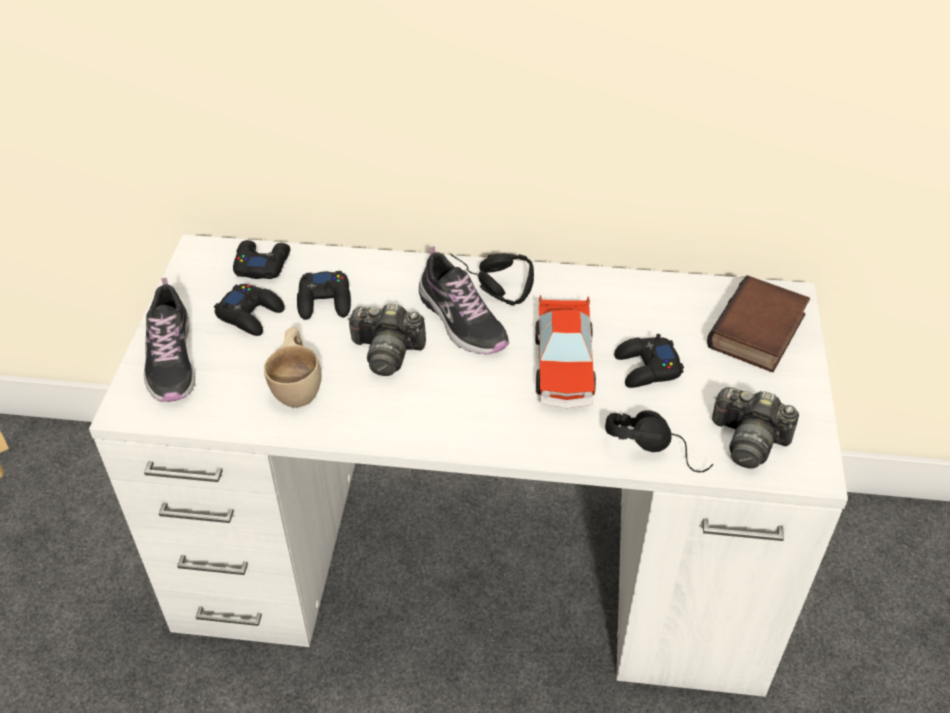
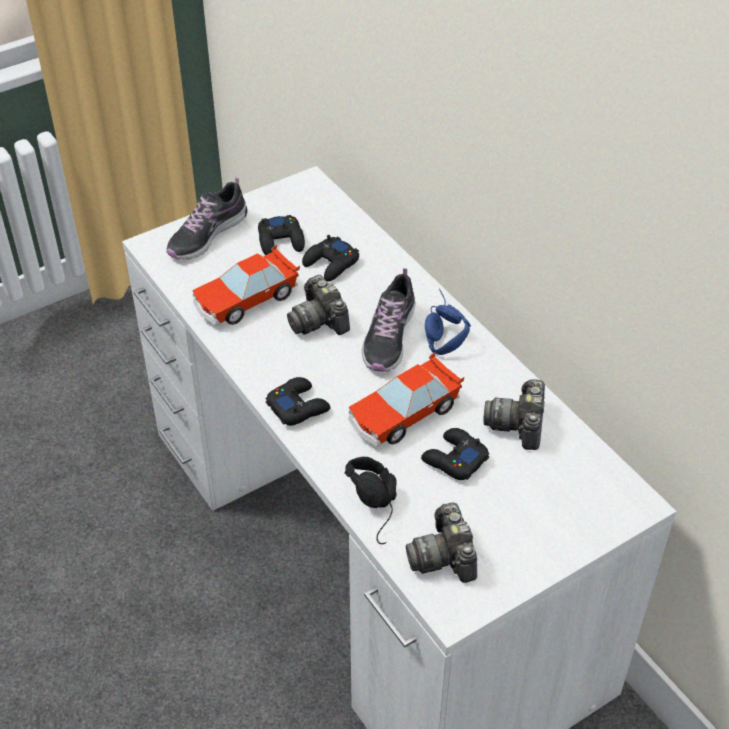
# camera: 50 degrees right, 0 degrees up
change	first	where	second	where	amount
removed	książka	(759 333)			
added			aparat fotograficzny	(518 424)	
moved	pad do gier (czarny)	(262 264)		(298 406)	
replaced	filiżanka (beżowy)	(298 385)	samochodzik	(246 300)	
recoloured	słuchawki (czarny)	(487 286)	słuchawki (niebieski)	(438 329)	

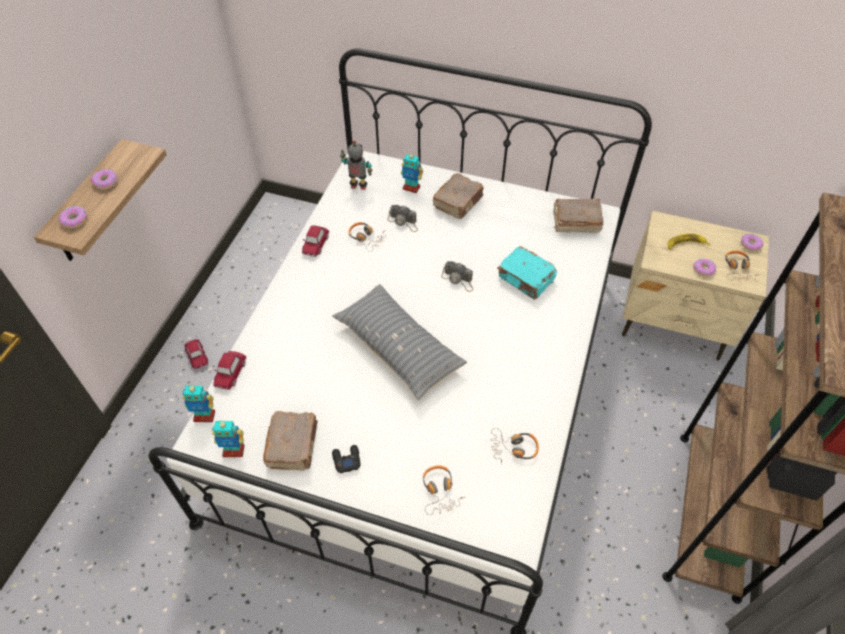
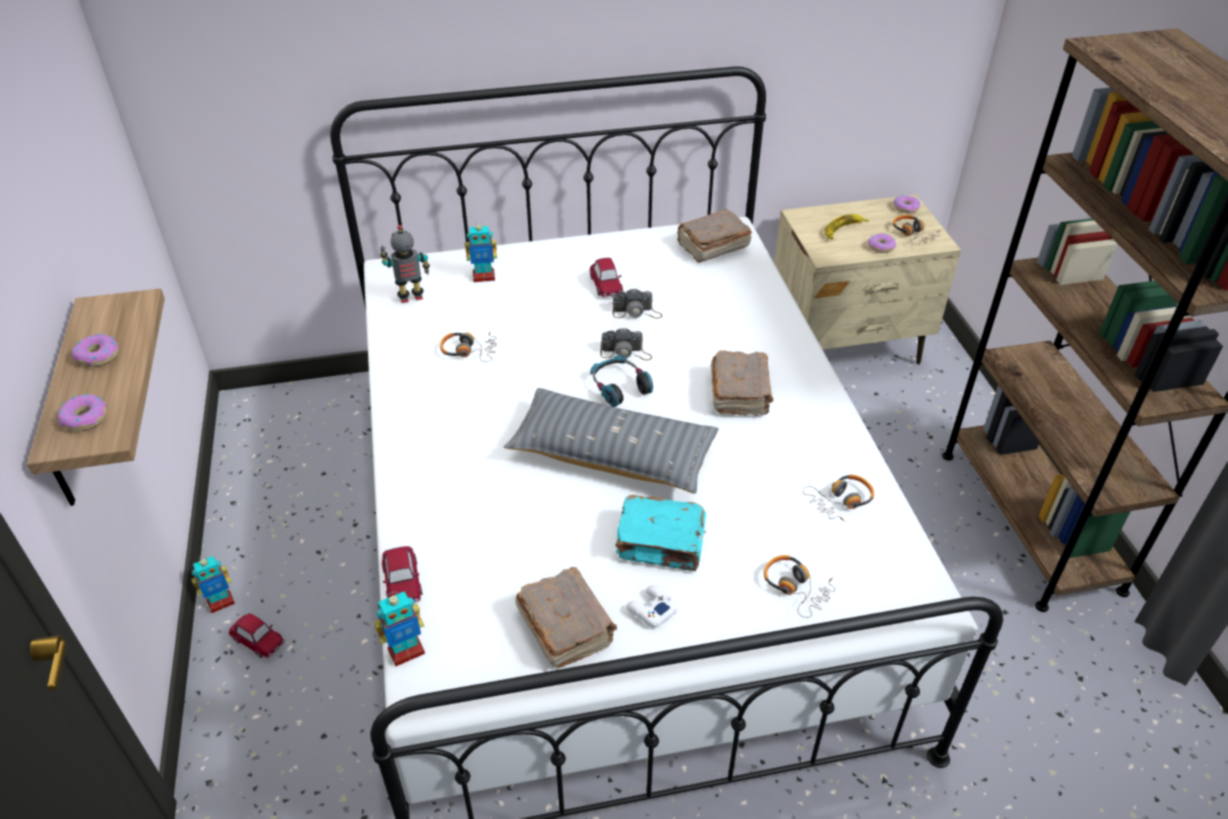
# camera: 30 degrees left, 10 degrees down
change	first	where	second	where	amount
added			słuchawki	(619 386)	
moved	robot zabawkowy	(234 450)		(221 602)	
moved	samochodzik	(315 244)		(606 285)	
moved	aparat fotograficzny	(403 222)		(637 312)	
moved	książka (brązowy)	(458 202)		(740 393)	
moved	książka (turkusowy)	(526 279)		(661 544)	
recoloured	pad do gier (czarny)	(346 460)	pad do gier (biały)	(651 610)	

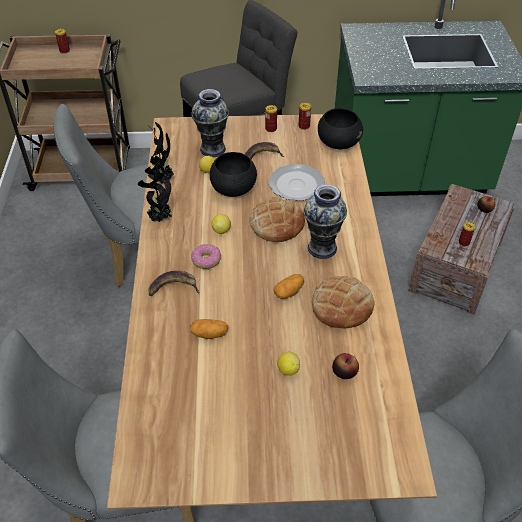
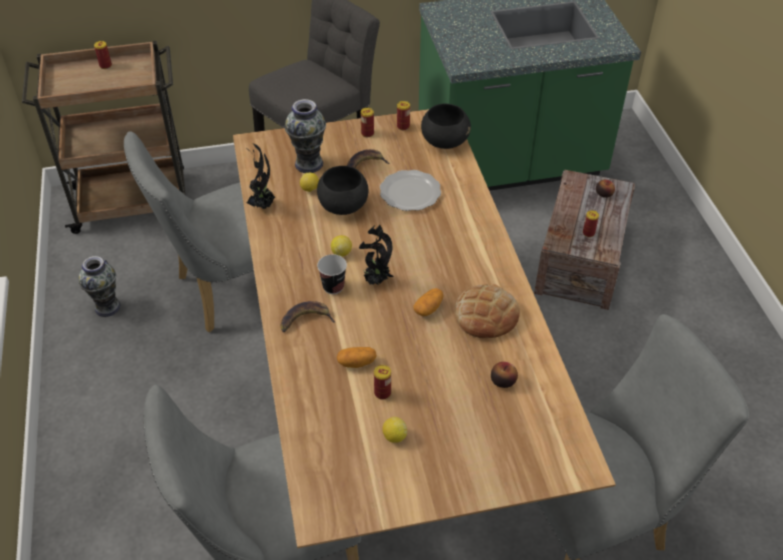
# camera: 10 degrees left, 0 degrees up
change	first	where	second	where	amount
removed	chleb	(276 224)			
added			puszka	(382 393)	
moved	roślina doniczkowa	(159 219)		(376 281)	
moved	cytryna	(288 370)		(394 436)	
moved	wazon	(322 248)		(108 307)	
replaced	donut	(206 260)	filiżanka	(333 287)	

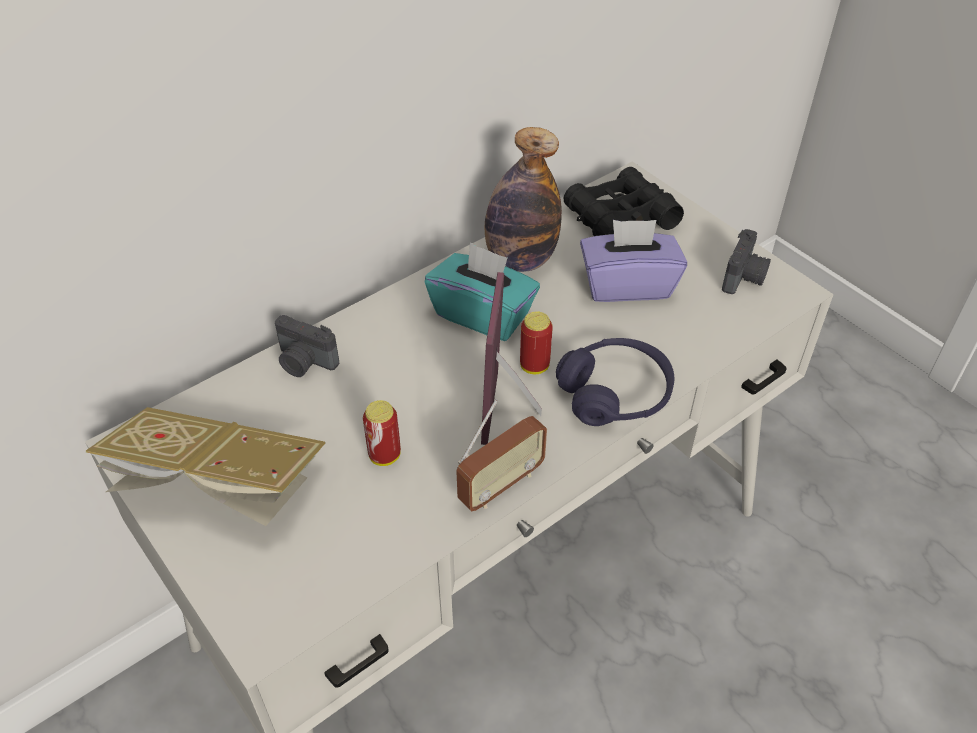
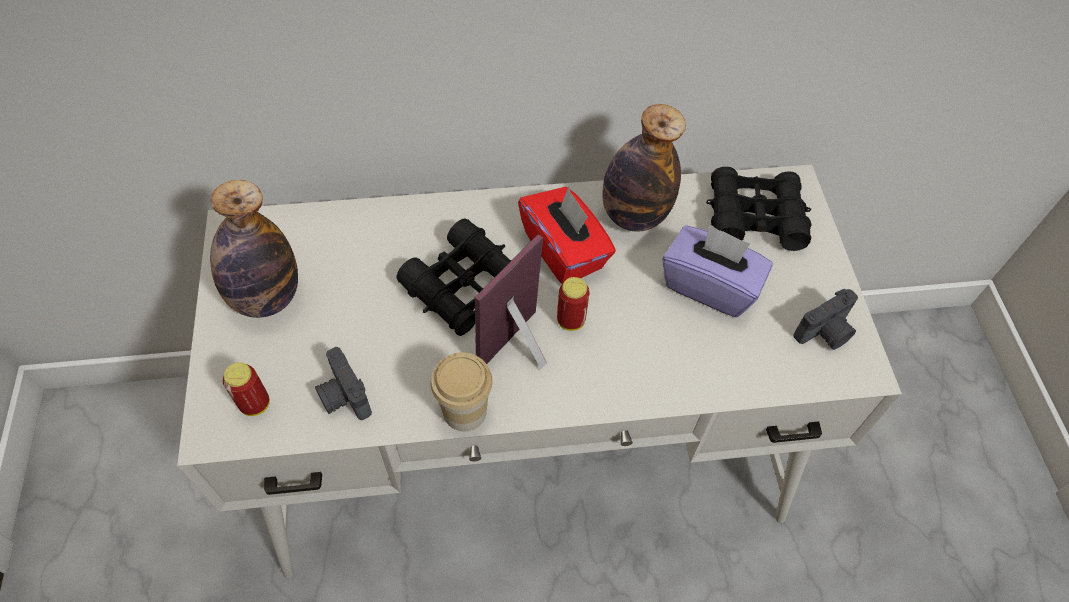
# camera: 30 degrees right, 10 degrees up
change	first	where	second	where	amount
removed	słuchawki (fioletowy)	(615 394)			
added			lornetka (czarny)	(464 285)	
moved	aparat fotograficzny	(304 362)		(343 397)	
moved	puszka	(384 455)		(255 404)	
replaced	książka	(219 488)	butelka	(266 297)	
replaced	radio	(501 485)	filiżanka	(464 411)	
recoloured	pudełko chusteczek (turkusowy)	(483 314)	pudełko chusteczek (czerwony)	(564 251)	

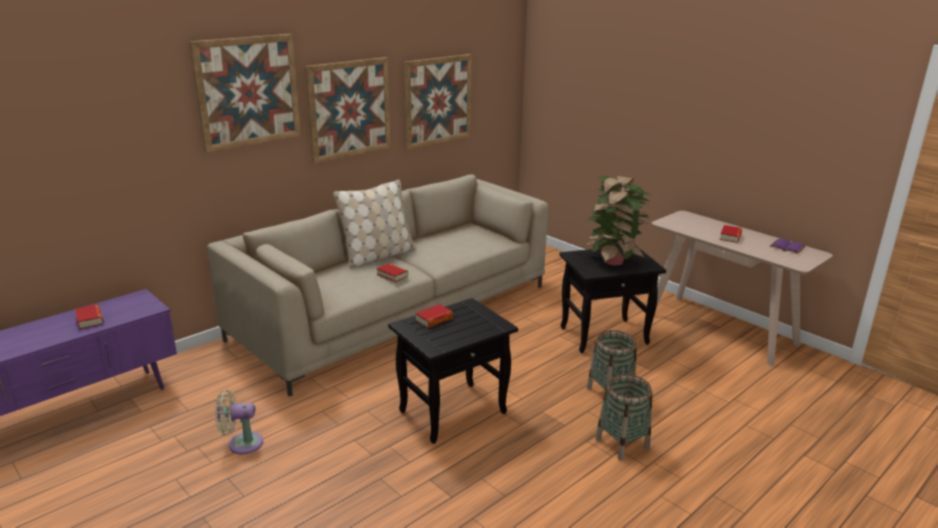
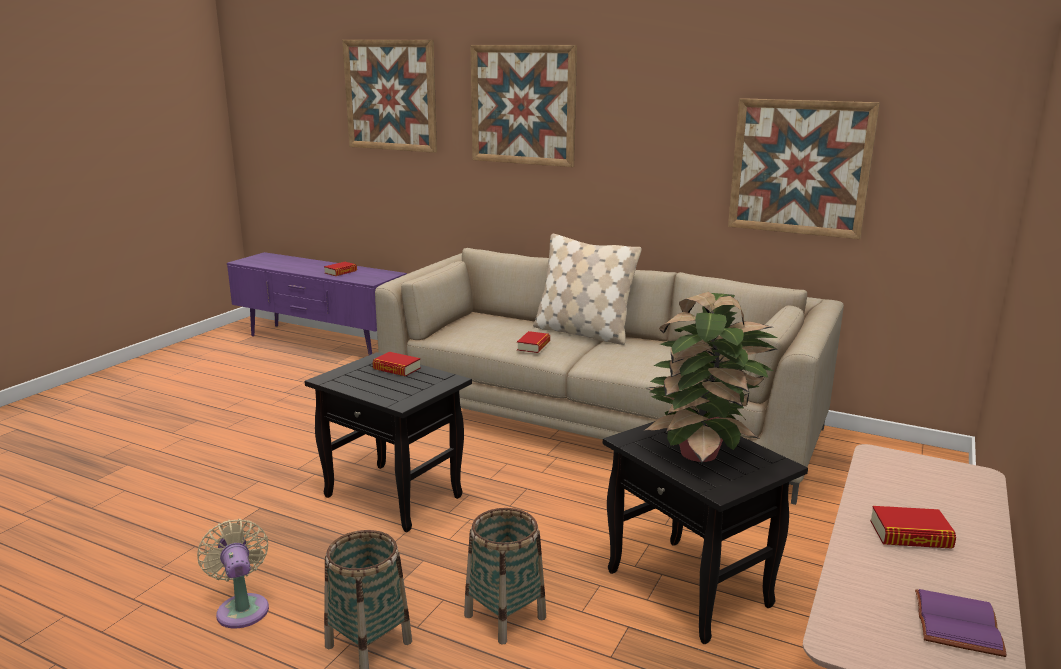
# camera: 70 degrees right, 5 degrees down
change	first	where	second	where	amount
moved	wentylator (beżowy)	(241 444)		(242 608)	
moved	obraz	(349 109)		(390 95)	

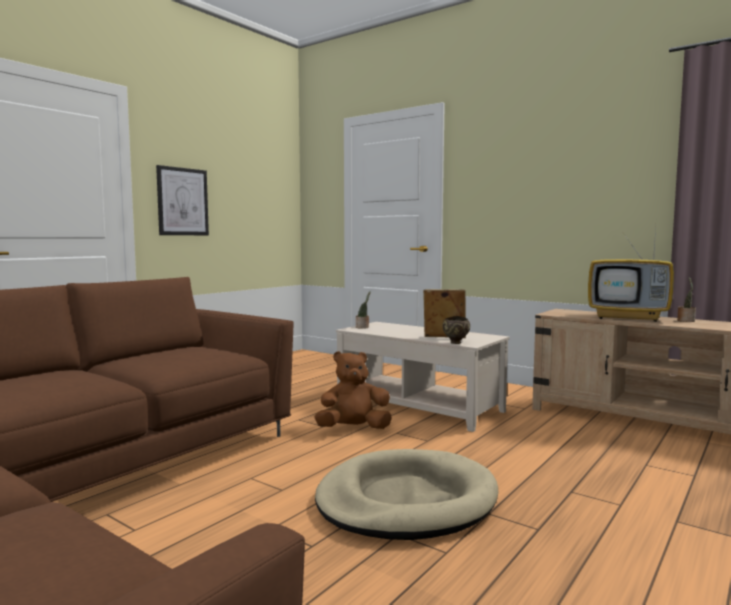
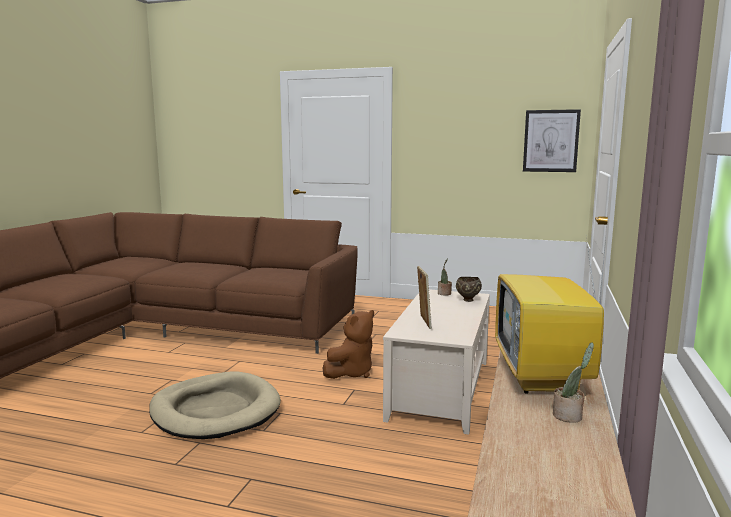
# camera: 70 degrees right, 5 degrees up
change	first	where	second	where	amount
moved	obraz	(182 201)		(551 141)	
moved	miska (brązowy)	(456 343)		(467 300)	
turned	pluszak (brązowy)	(353 429)		(351 373)	75 degrees clockwise

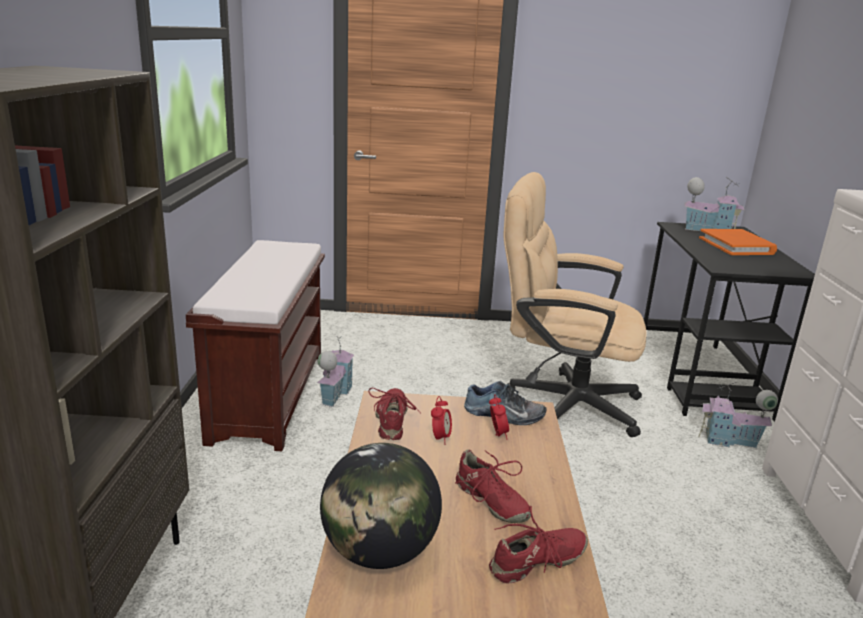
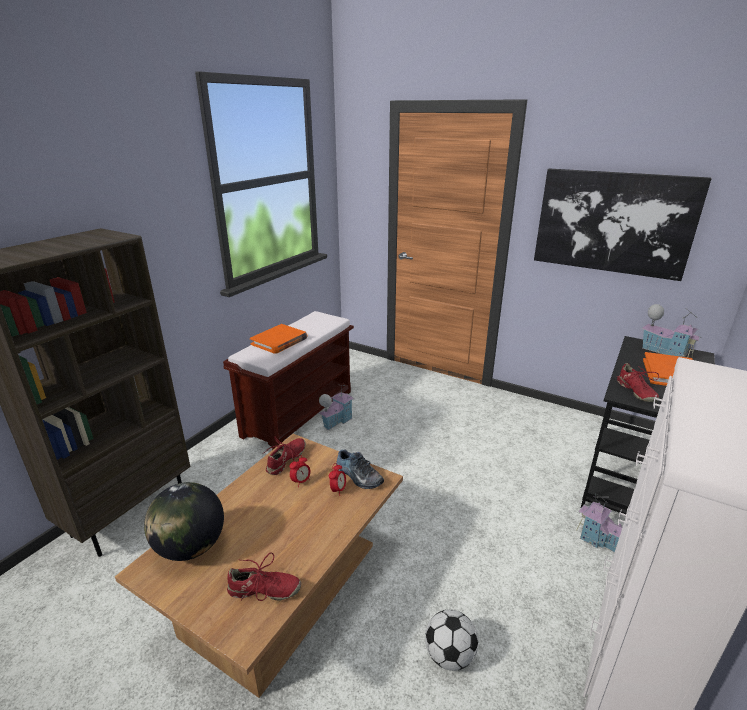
# camera: 30 degrees right, 5 degrees up
change	first	where	second	where	amount
removed	krzesło biurowe (beżowy)	(560 402)			
added			książka (pomarańczowy)	(279 341)	
added			piłka futbolowa	(449 655)	
added			obraz	(613 222)	
moved	but (czerwony)	(490 501)		(635 392)	

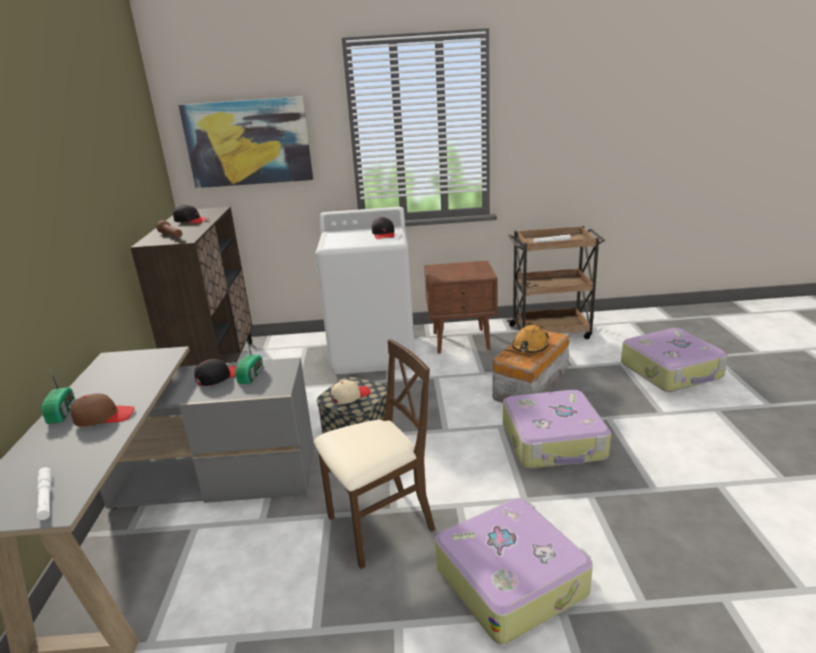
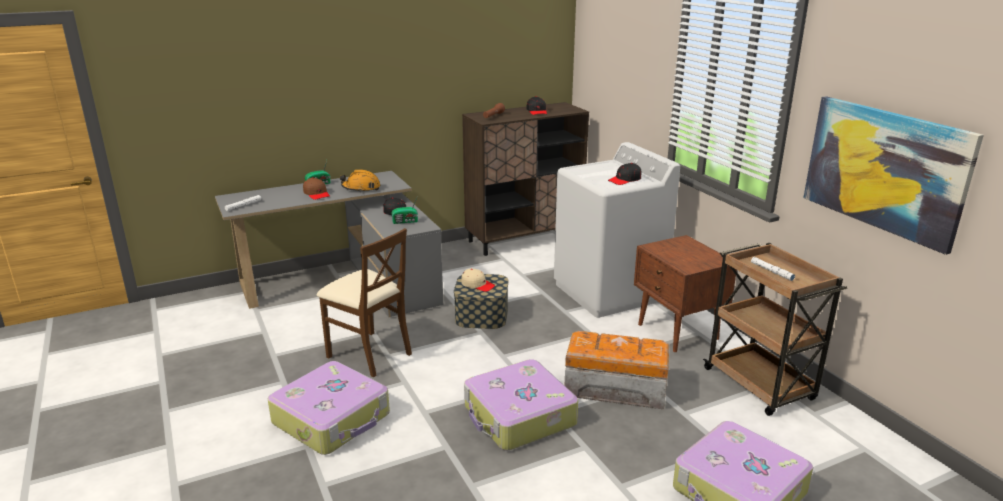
# camera: 65 degrees right, 0 degrees up
change	first	where	second	where	amount
moved	obraz	(248 142)		(884 169)	
moved	kask (pomarańczowy)	(530 347)		(361 188)	

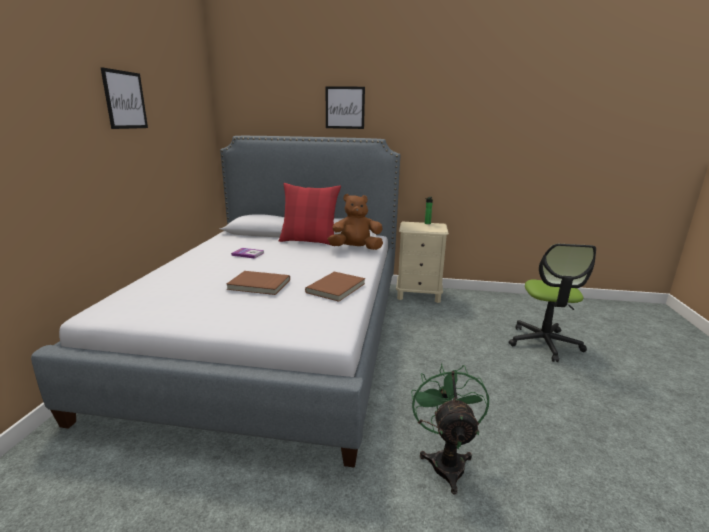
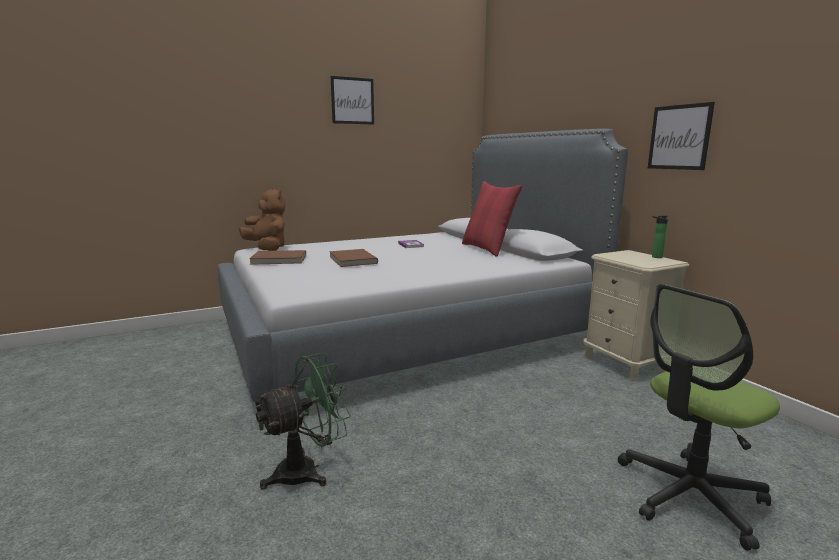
# camera: 55 degrees right, 5 degrees down
change	first	where	second	where	amount
moved	książka (brązowy)	(337 288)		(279 260)	
moved	obraz	(345 107)		(679 137)	
moved	pluszak (brązowy)	(355 249)		(267 248)	

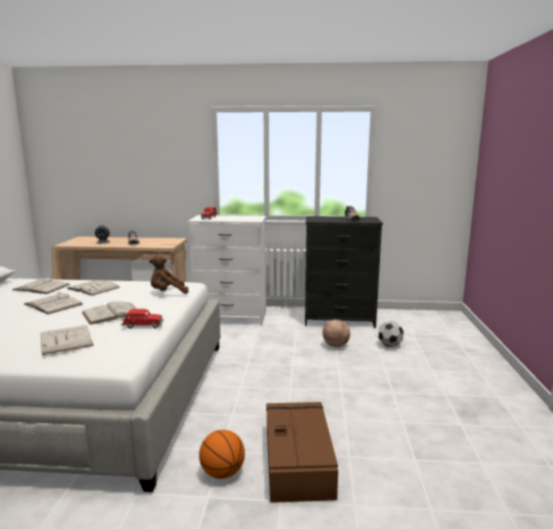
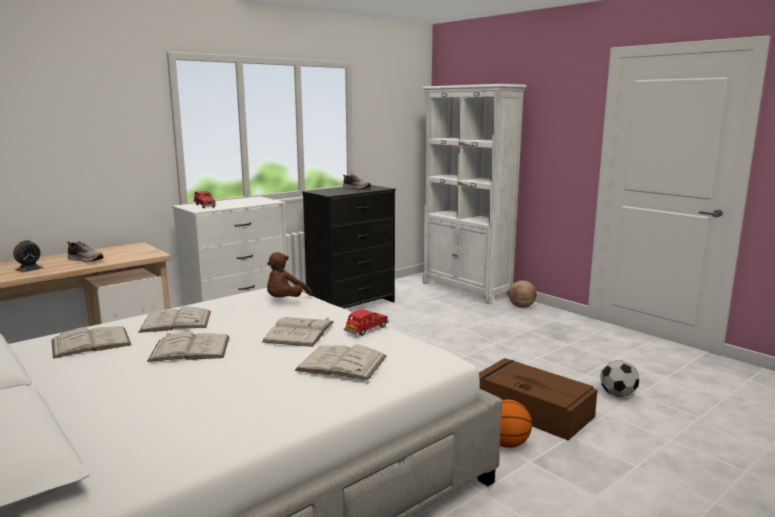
# camera: 45 degrees left, 0 degrees up
change	first	where	second	where	amount
added			regał (biały)	(466 290)	
moved	piłka do koszykówki	(335 346)		(521 307)	
moved	piłka futbolowa	(389 345)		(617 395)	

